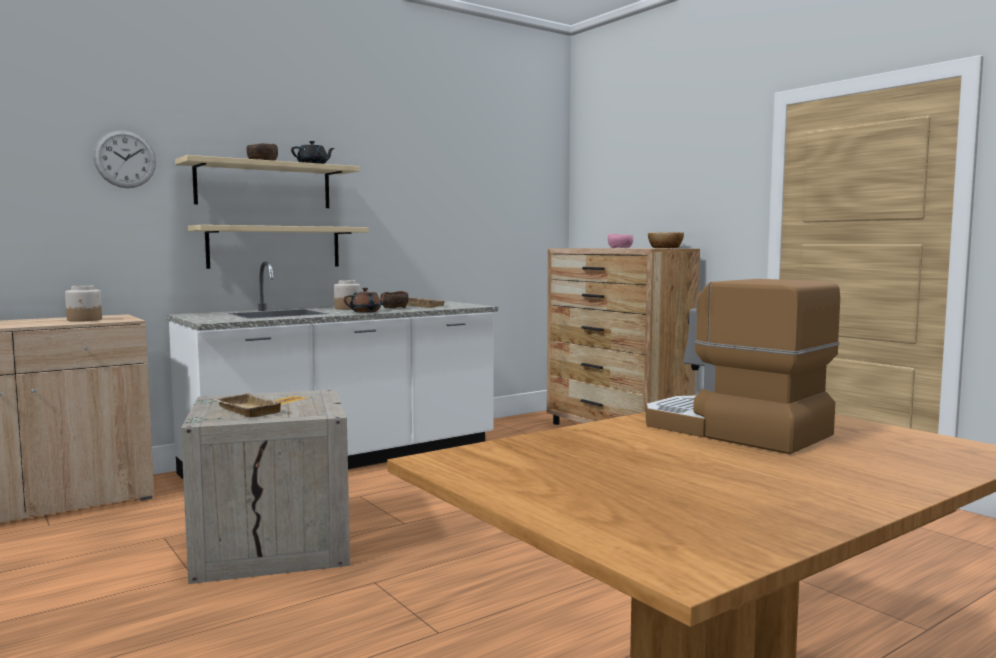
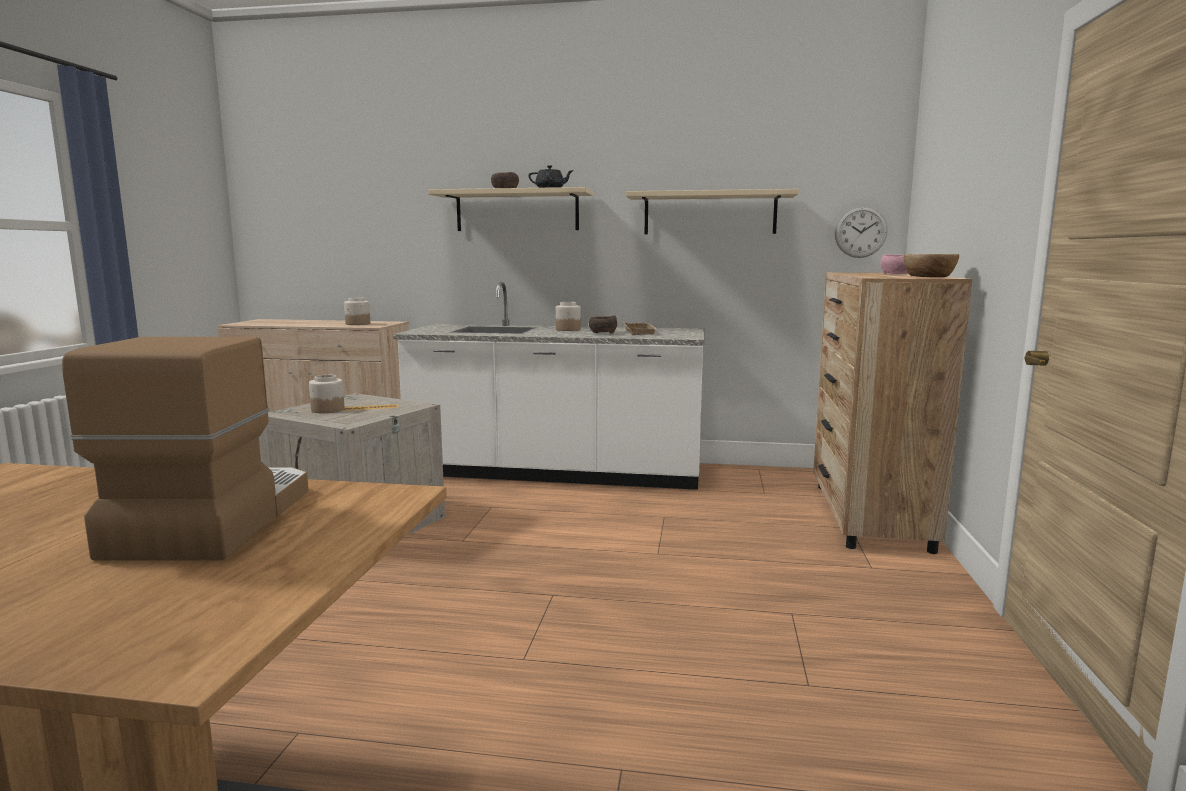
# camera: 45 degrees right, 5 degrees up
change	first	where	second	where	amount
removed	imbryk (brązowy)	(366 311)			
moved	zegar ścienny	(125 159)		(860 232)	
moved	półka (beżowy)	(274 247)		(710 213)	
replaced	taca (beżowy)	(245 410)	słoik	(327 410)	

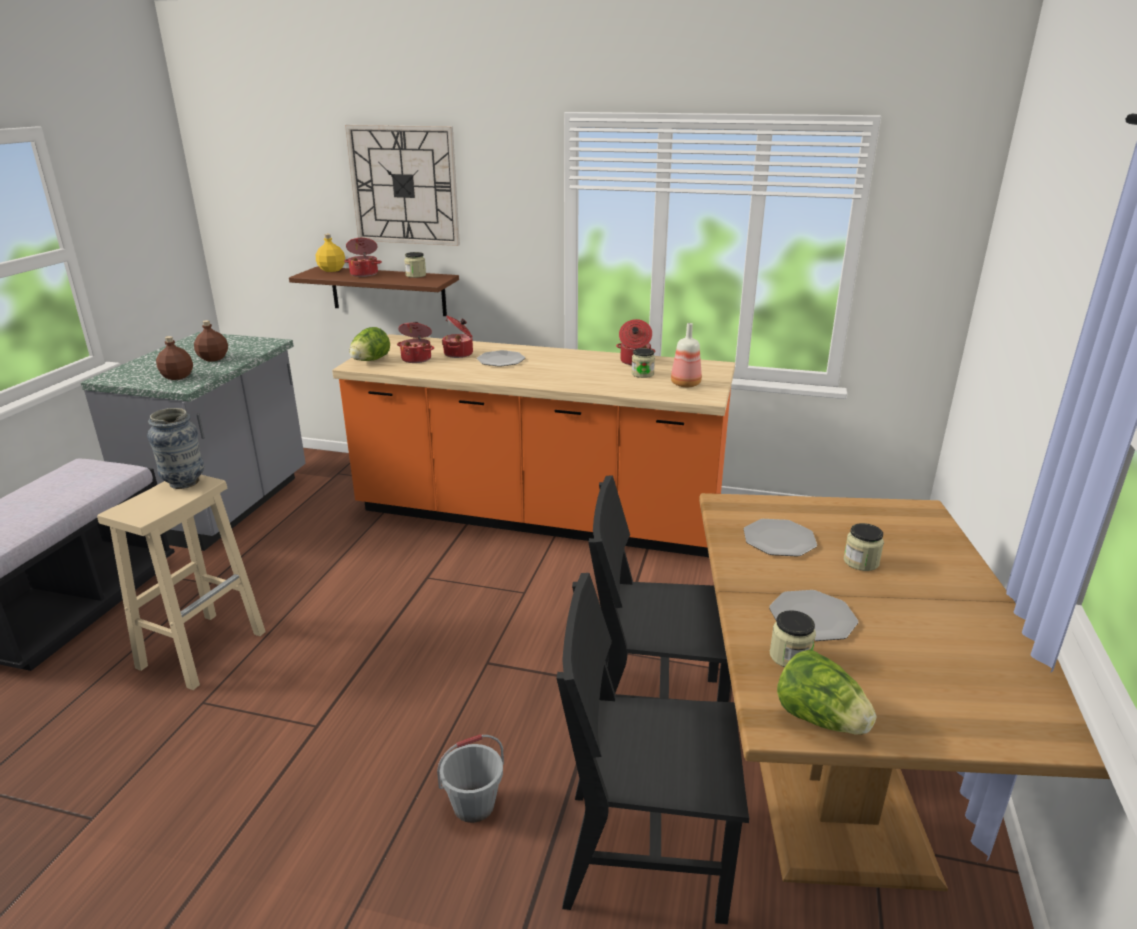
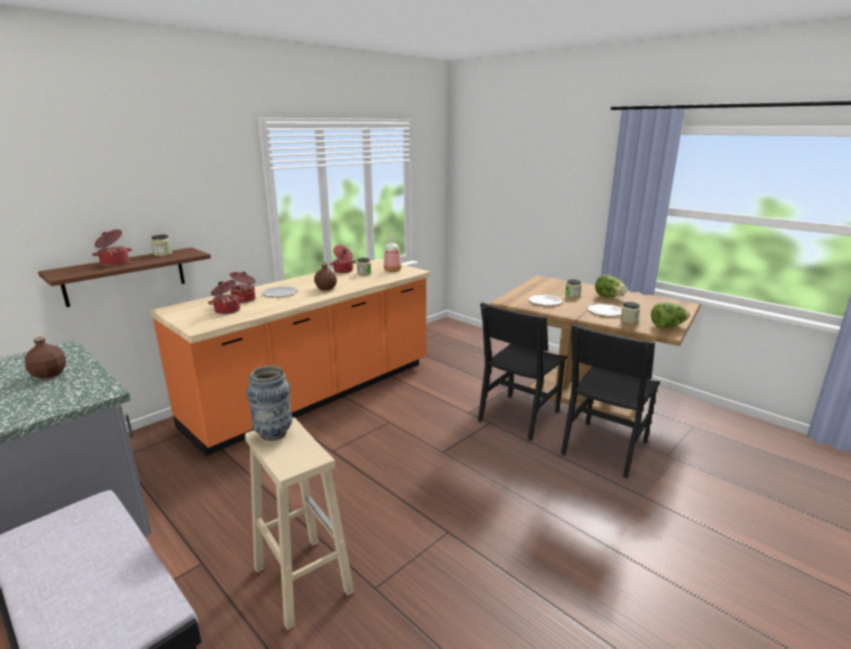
# camera: 60 degrees left, 5 degrees down
change	first	where	second	where	amount
removed	butelka (żółty)	(332 270)			
removed	zegar ścienny	(404 185)			
removed	wiadro (szary)	(473 806)			
moved	butelka (brązowy)	(178 376)		(326 288)	
moved	sałata	(370 361)		(609 296)	

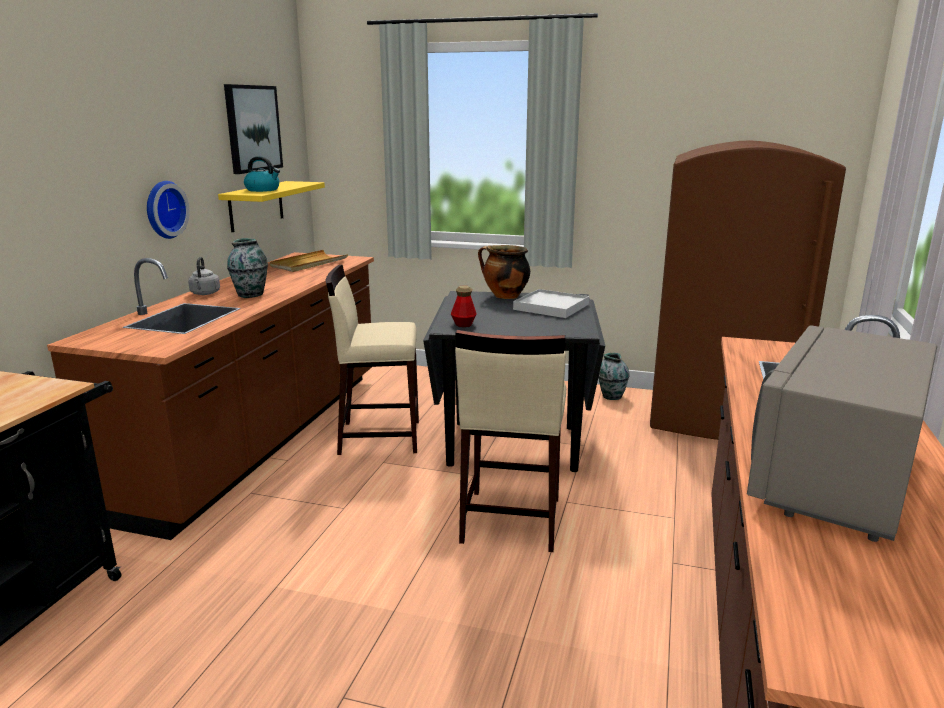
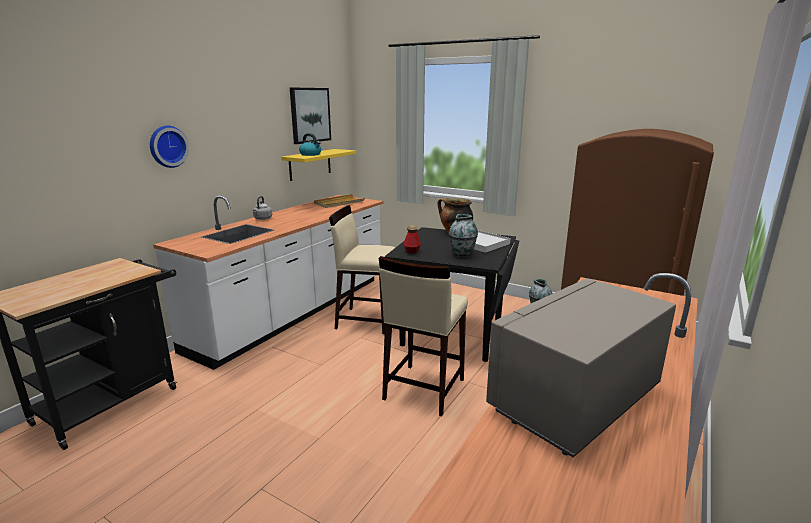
# camera: 15 degrees right, 0 degrees up
change	first	where	second	where	amount
moved	zegar ścienny	(163 209)		(167 146)	
moved	wazon	(251 294)		(462 255)	
recoloured	zabudowa kuchenna (brązowy)	(262 438)	zabudowa kuchenna (biały)	(295 312)	

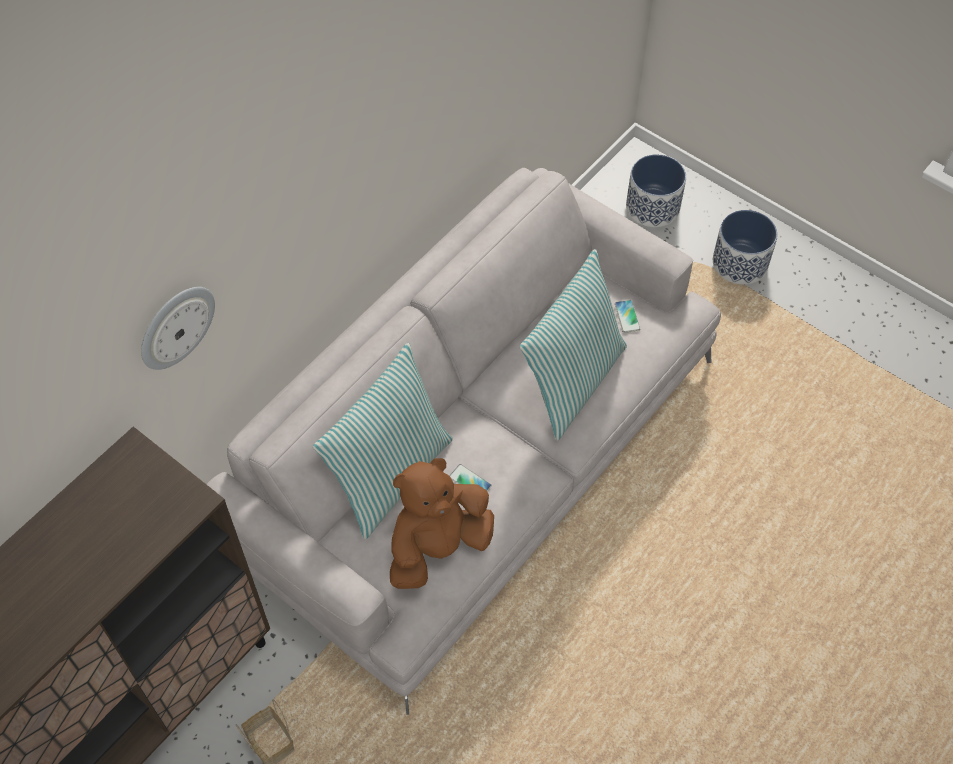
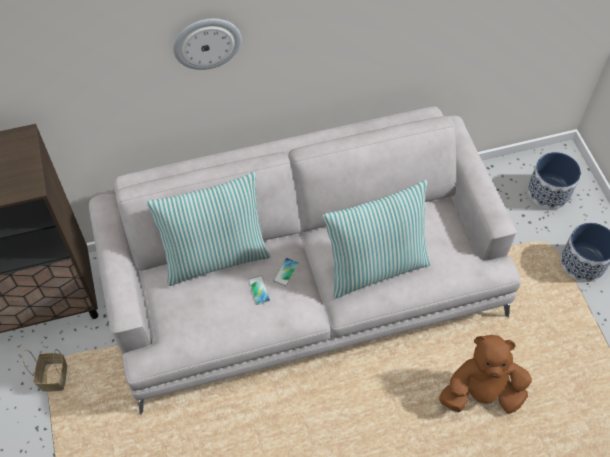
# camera: 35 degrees right, 0 degrees up
change	first	where	second	where	amount
moved	zegar ścienny	(176 326)		(207 42)	
moved	pluszak (brązowy)	(438 546)		(481 393)	
moved	telefon	(627 317)		(286 272)	

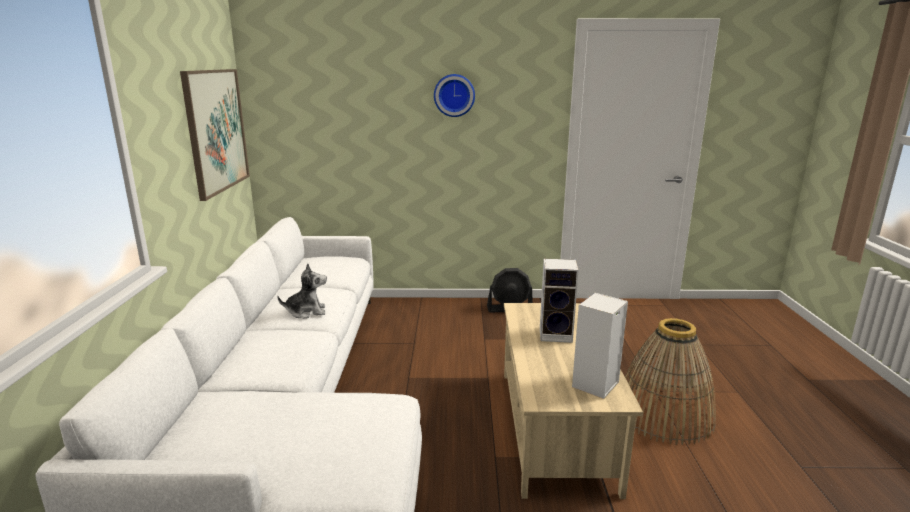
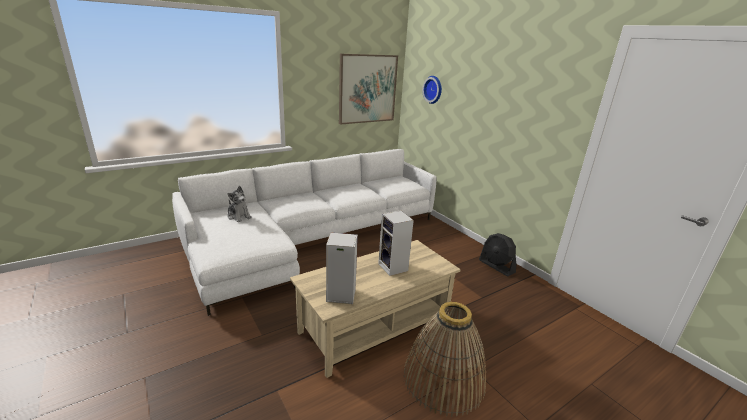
# camera: 55 degrees right, 5 degrees up
change	first	where	second	where	amount
moved	pluszak	(306 312)		(239 216)	
moved	zegar ścienny	(454 95)		(433 89)	

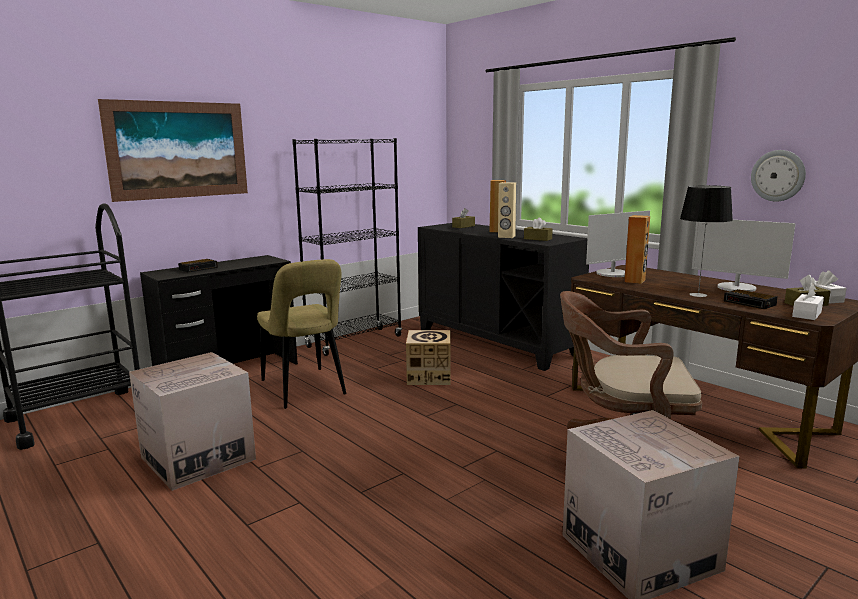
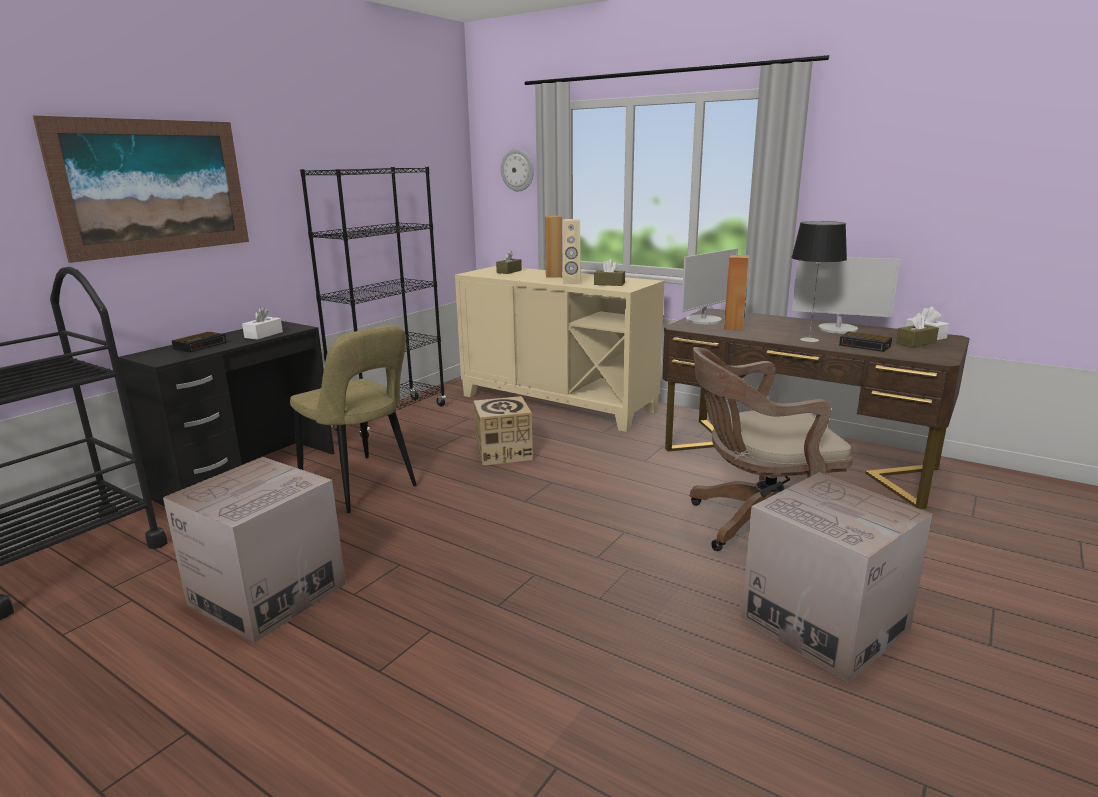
# camera: 15 degrees left, 5 degrees up
change	first	where	second	where	amount
moved	zegar ścienny	(778 175)		(518 170)	
moved	pudełko chusteczek (biały)	(807 314)		(263 335)	
recoloured	szafka (czarny)	(496 342)	szafka (beżowy)	(557 402)	

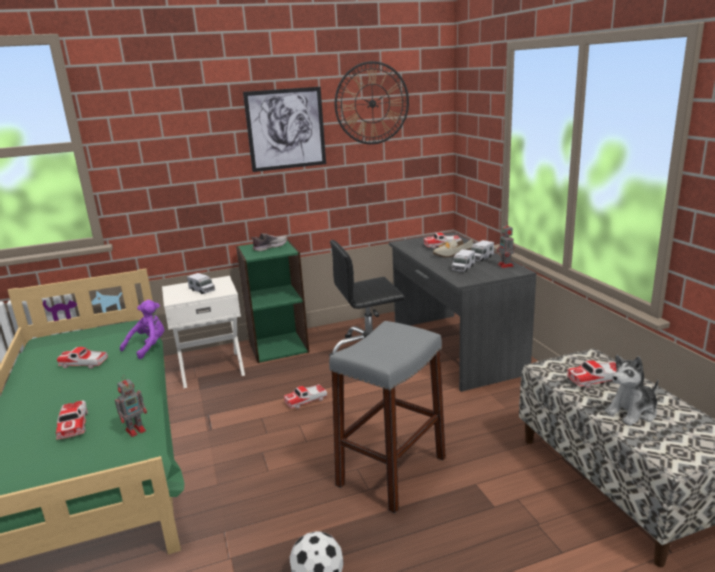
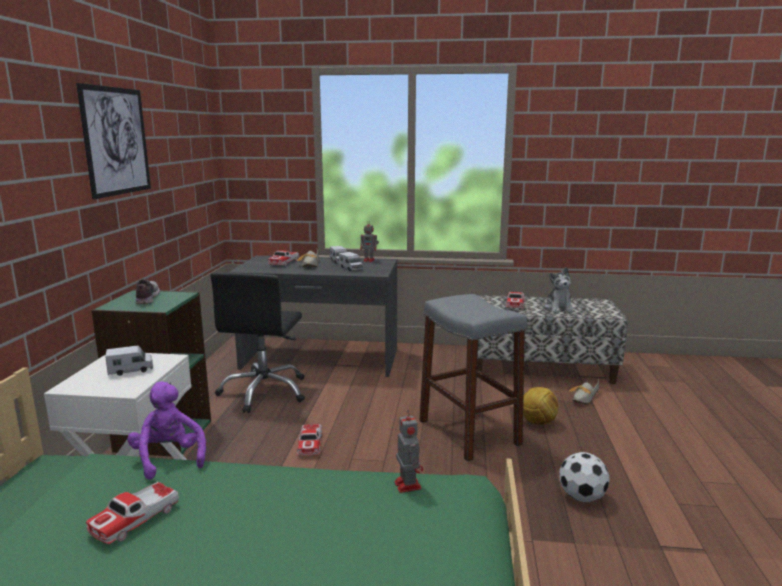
# camera: 65 degrees left, 5 degrees down
change	first	where	second	where	amount
removed	samochodzik	(73 425)			
removed	zegar ścienny	(372 103)			
added			piłka futbolowa	(537 422)	
added			but	(583 398)	

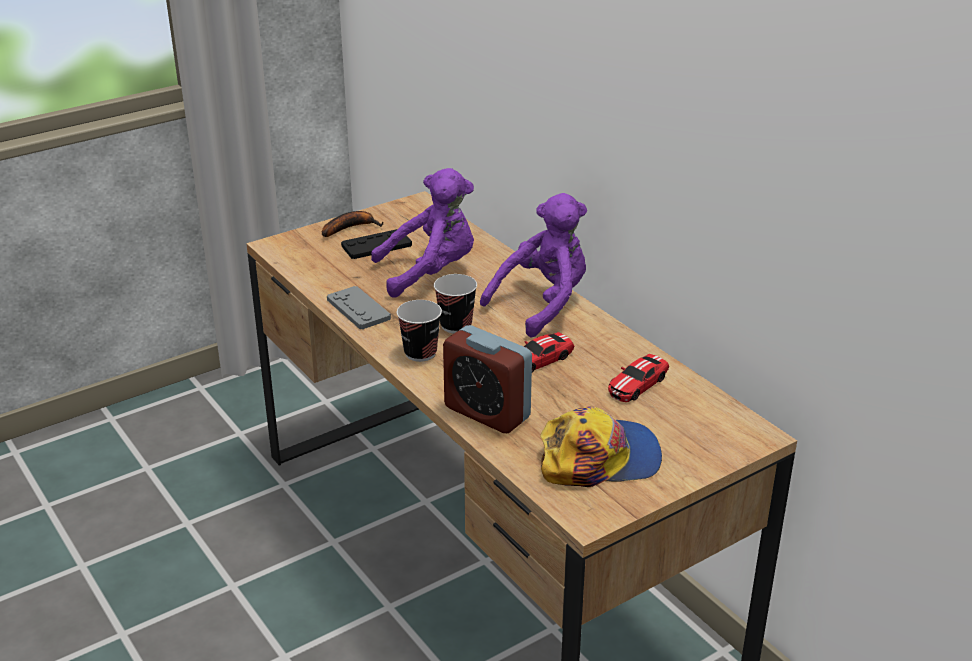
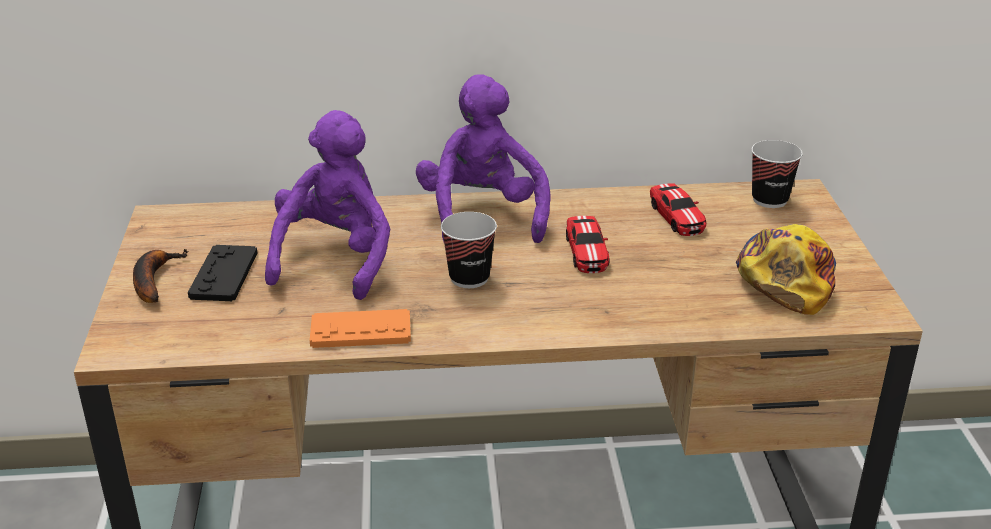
# camera: 60 degrees left, 0 degrees up
change	first	where	second	where	amount
removed	budzik	(487 412)			
moved	filiżanka	(420 353)		(769 200)	
recoloured	pad do gier (szary)	(358 309)	pad do gier (pomarańczowy)	(361 331)	

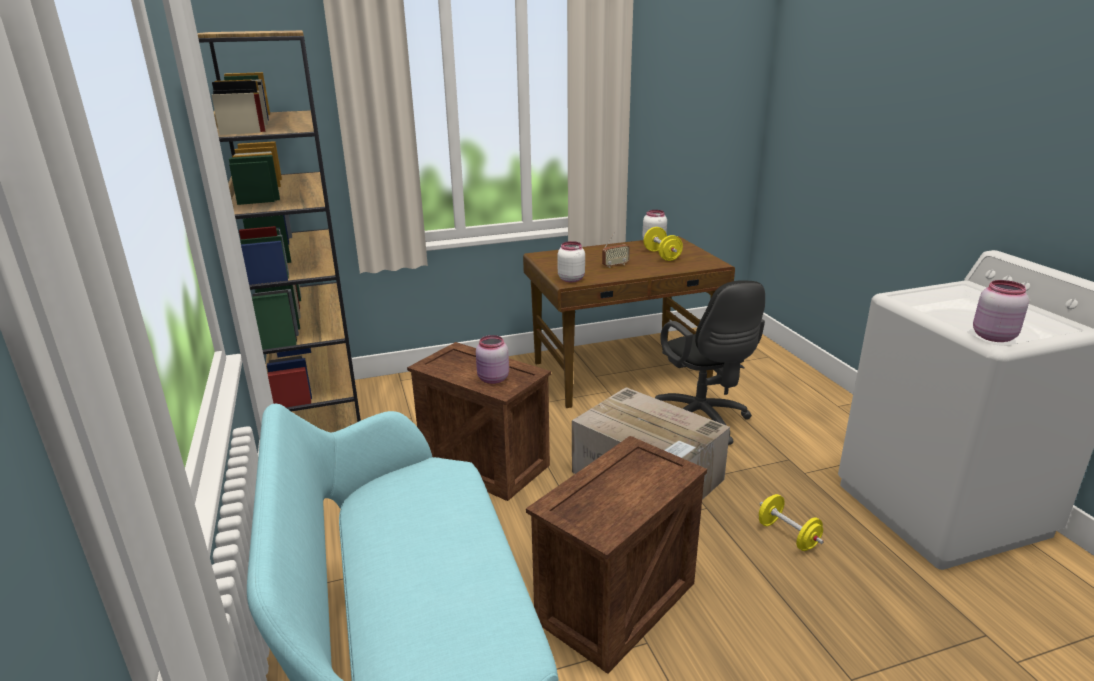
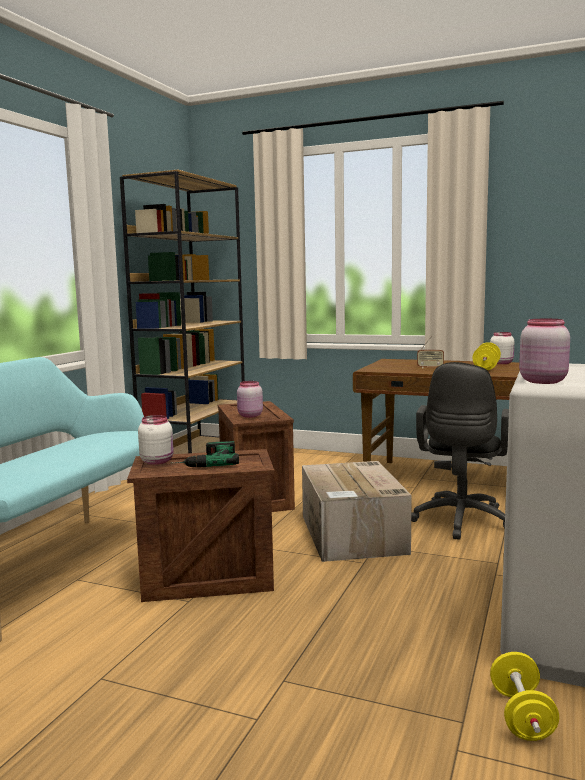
# camera: 40 degrees right, 15 degrees down
change	first	where	second	where	amount
added			wiertarka	(204 461)	
moved	słoik (biały)	(571 279)		(157 461)	
moved	hantel (żółty)	(788 535)		(521 716)	

